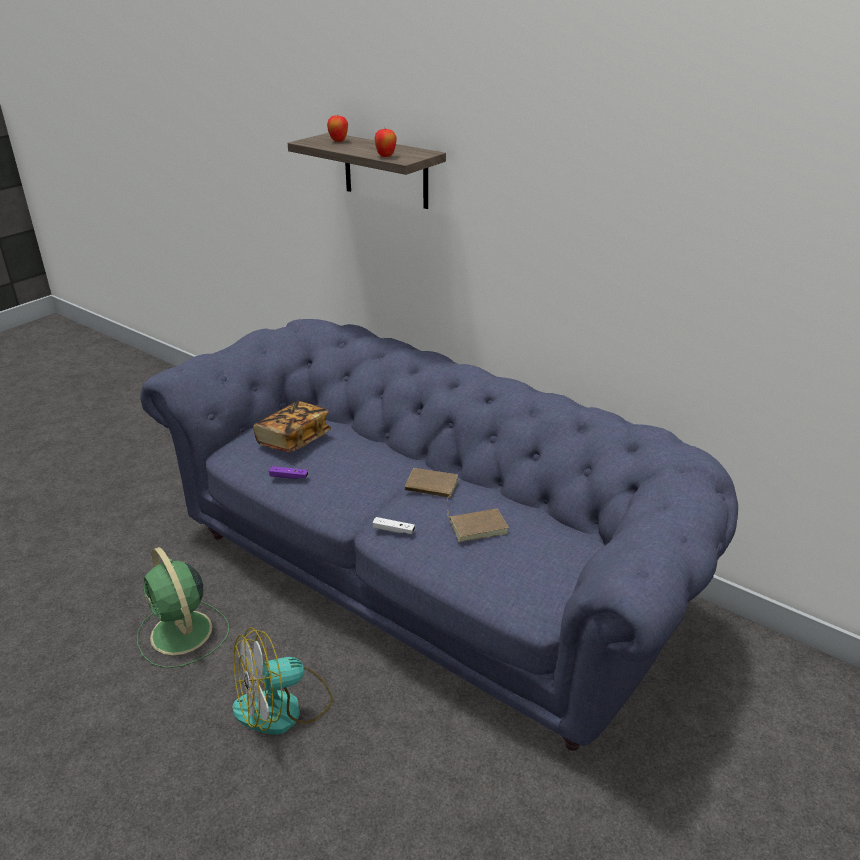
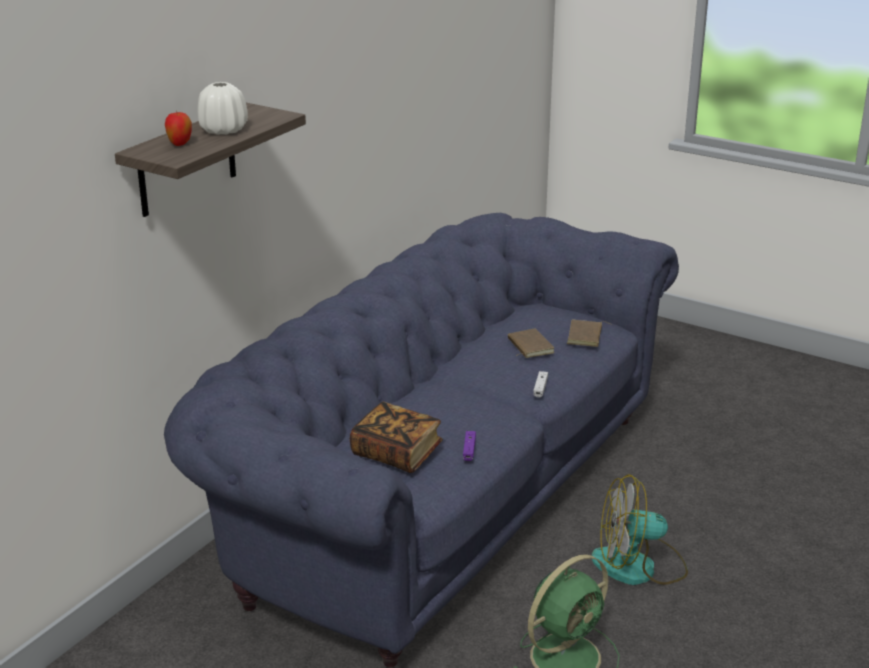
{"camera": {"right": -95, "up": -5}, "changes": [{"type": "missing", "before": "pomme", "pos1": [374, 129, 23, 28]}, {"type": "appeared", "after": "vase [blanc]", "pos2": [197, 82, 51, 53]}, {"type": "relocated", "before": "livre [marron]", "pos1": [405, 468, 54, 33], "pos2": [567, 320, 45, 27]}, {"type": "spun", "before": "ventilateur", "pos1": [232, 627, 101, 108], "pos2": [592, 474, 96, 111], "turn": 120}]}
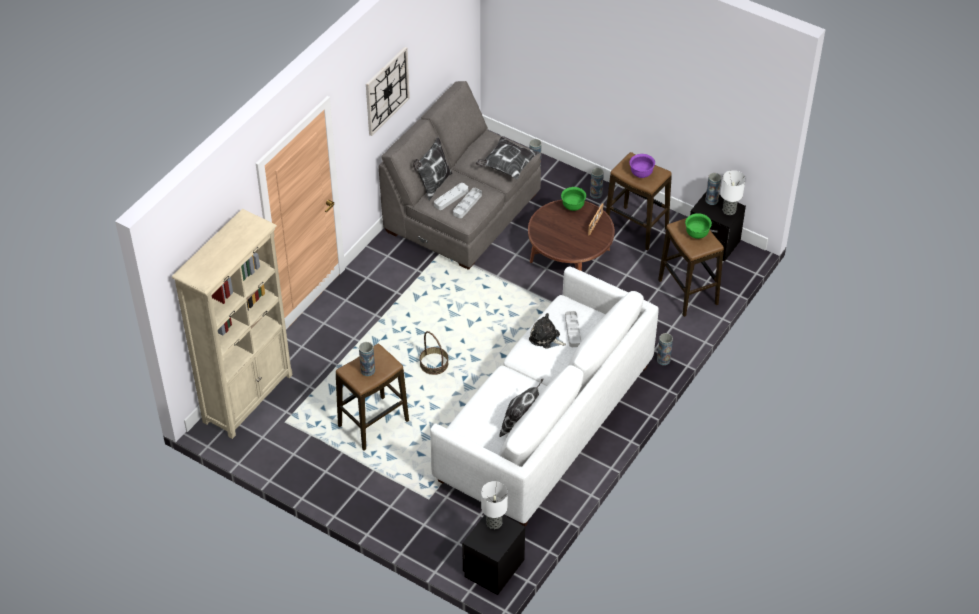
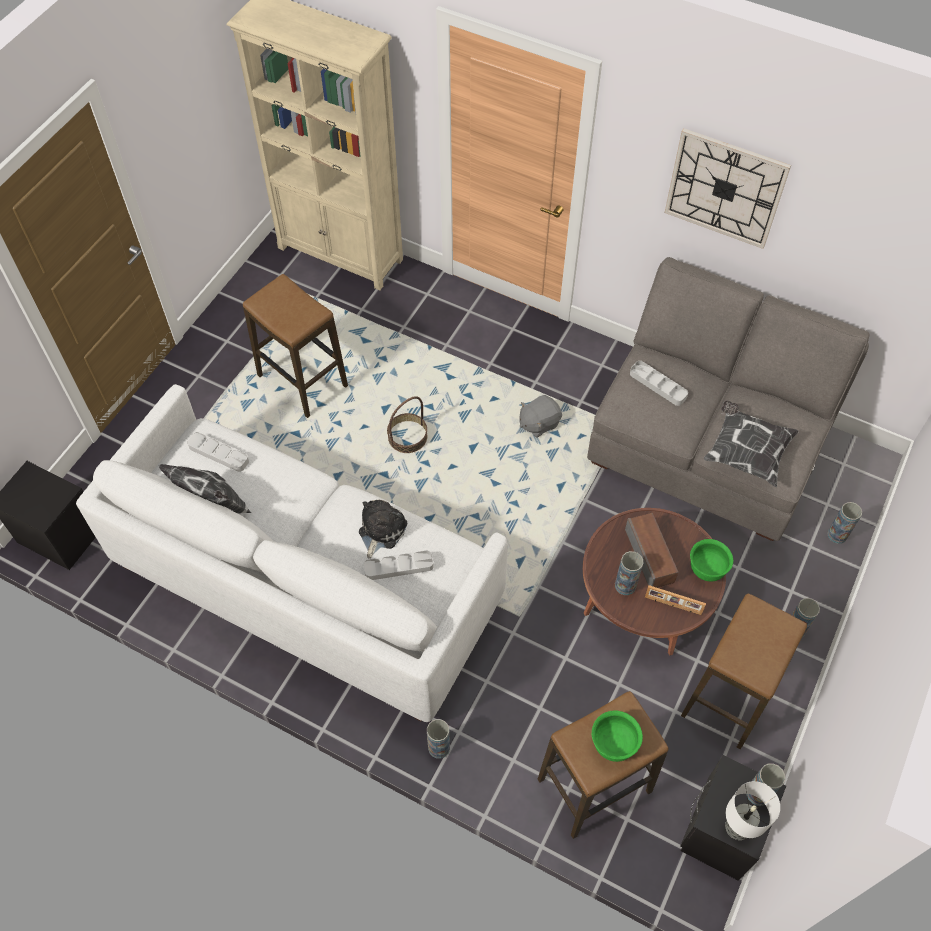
{"camera": {"right": 85, "up": 10}, "changes": [{"type": "missing", "before": "coussin", "pos1": [413, 137, 39, 64]}, {"type": "missing", "before": "lampe de table", "pos1": [481, 481, 27, 48]}, {"type": "missing", "before": "bol [violet]", "pos1": [630, 154, 25, 24]}, {"type": "appeared", "after": "peluche [gris]", "pos2": [519, 395, 43, 43]}, {"type": "appeared", "after": "enceinte", "pos2": [625, 513, 53, 75]}, {"type": "relocated", "before": "vase", "pos1": [359, 342, 16, 34], "pos2": [615, 551, 28, 44]}, {"type": "relocated", "before": "plateau [gris]", "pos1": [453, 188, 29, 30], "pos2": [187, 432, 62, 40]}]}
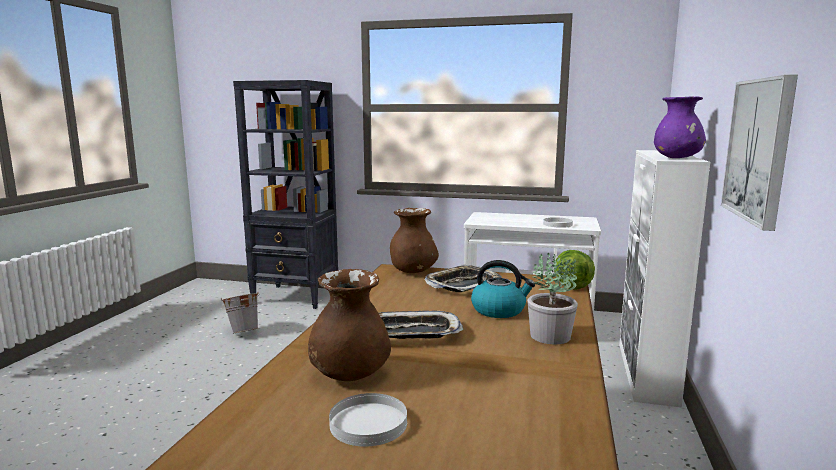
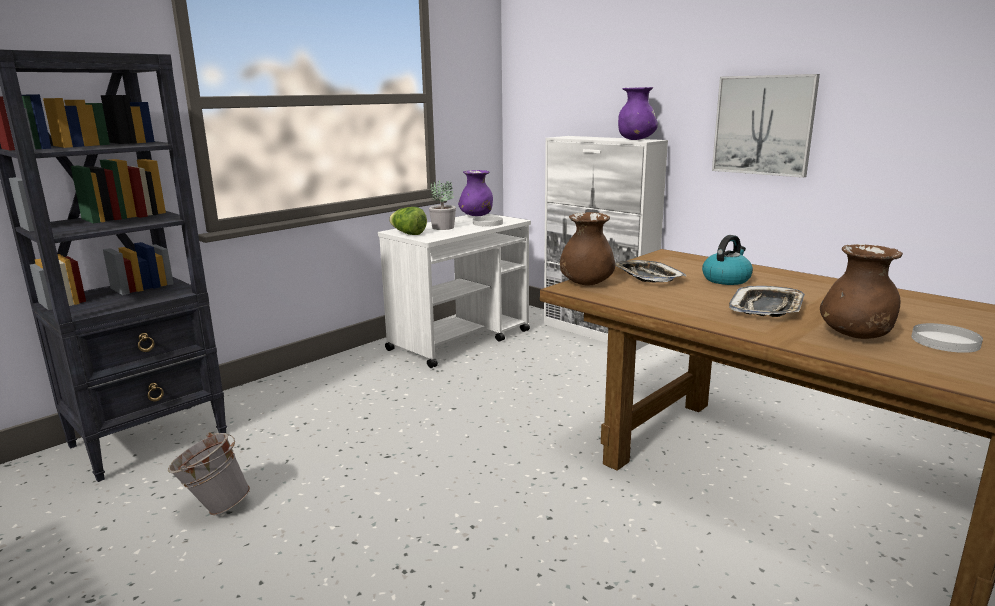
{"camera": {"right": -60, "up": 5}, "changes": [{"type": "appeared", "after": "vase [violet]", "pos2": [458, 170, 35, 46]}, {"type": "relocated", "before": "plante en pot", "pos1": [527, 253, 51, 91], "pos2": [429, 180, 27, 50]}, {"type": "relocated", "before": "laitue", "pos1": [554, 250, 41, 40], "pos2": [389, 207, 38, 28]}]}
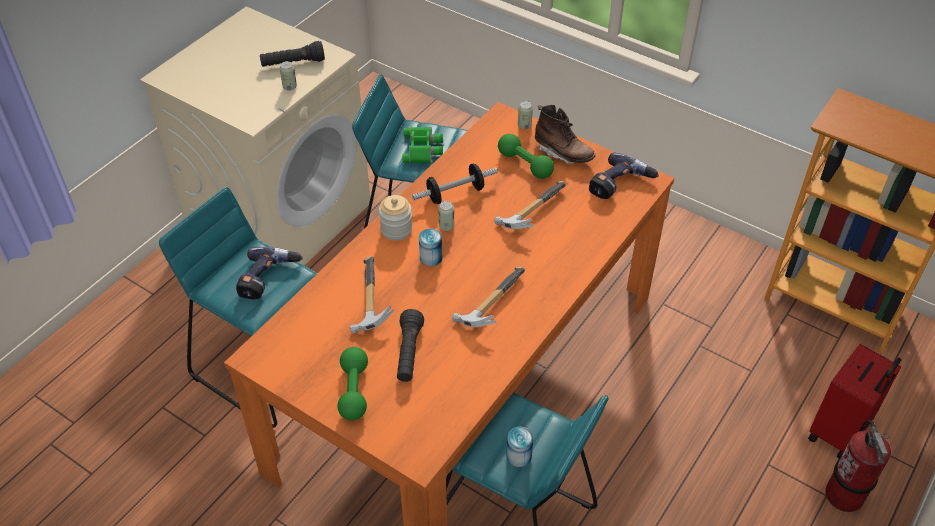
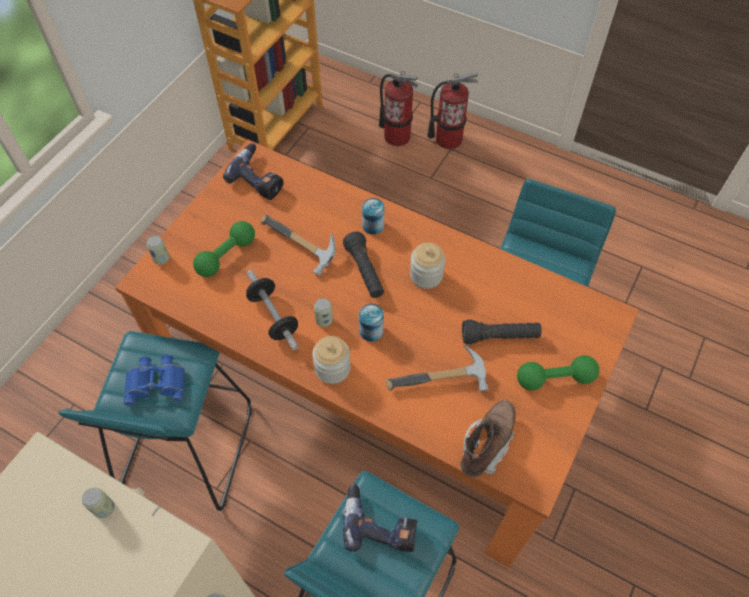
{"camera": {"right": -95, "up": 10}, "changes": [{"type": "relocated", "before": "lampe de poche [noir]", "pos1": [260, 41, 65, 26], "pos2": [343, 231, 41, 67]}, {"type": "relocated", "before": "boîte métallique", "pos1": [506, 427, 27, 40], "pos2": [362, 198, 22, 36]}, {"type": "relocated", "before": "botte [marron]", "pos1": [535, 105, 61, 59], "pos2": [460, 400, 56, 77]}, {"type": "exchanged", "before": "marteau", "after": "bocal", "pos1": [452, 266, 73, 61], "pos2": [410, 242, 35, 47]}, {"type": "exchanged", "before": "valise [rouge]", "after": "extincteur", "pos1": [808, 344, 93, 115], "pos2": [379, 71, 39, 75]}, {"type": "colour", "before": "jumelles [vert]", "after": "jumelles [bleu]", "pos1": [402, 127, 41, 36], "pos2": [124, 355, 61, 51]}]}
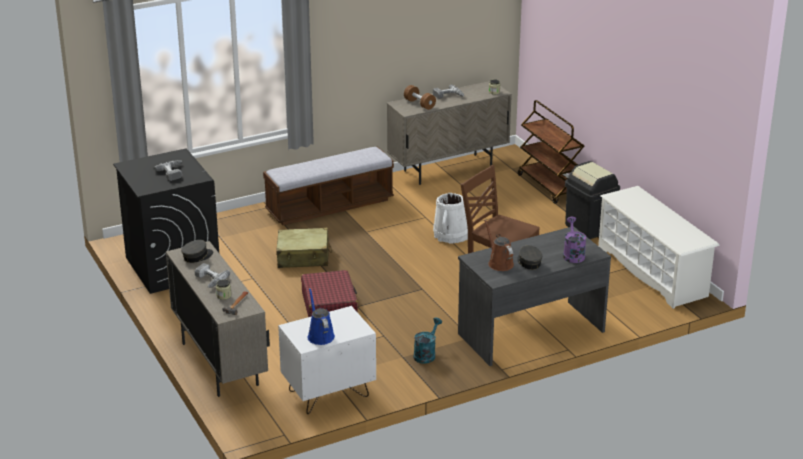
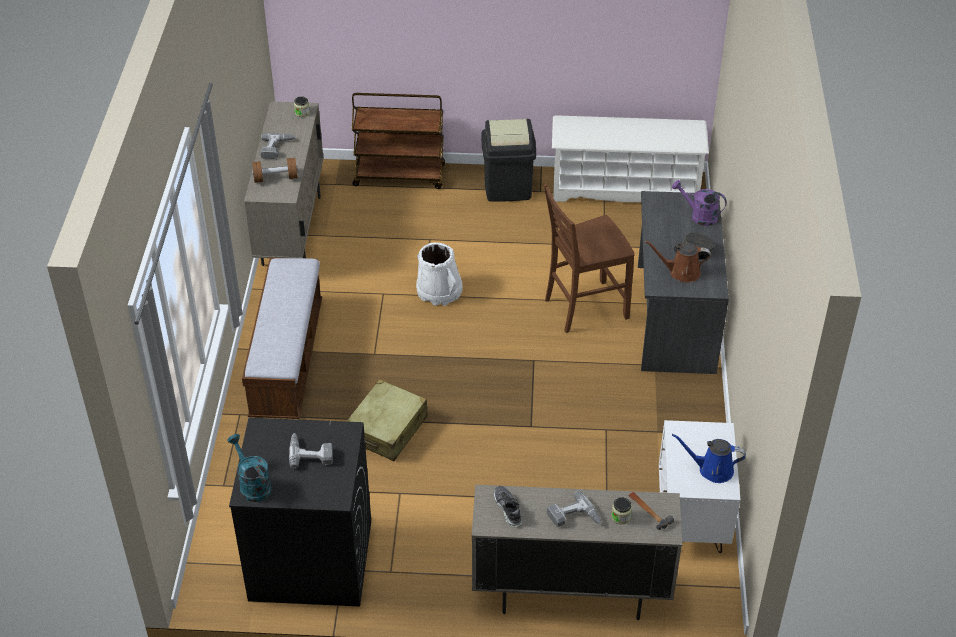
{"camera": {"right": -60, "up": 15}, "changes": [{"type": "missing", "before": "valise [rouge]", "pos1": [301, 270, 57, 47]}, {"type": "relocated", "before": "arrosoir [turquoise]", "pos1": [413, 318, 29, 46], "pos2": [227, 434, 44, 68]}, {"type": "exchanged", "before": "casquette [gris]", "after": "chaussure", "pos1": [181, 240, 32, 23], "pos2": [494, 486, 28, 41]}]}
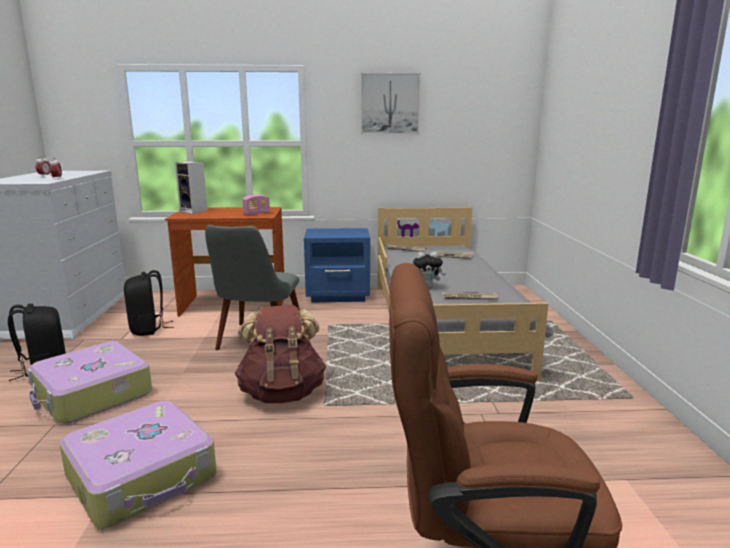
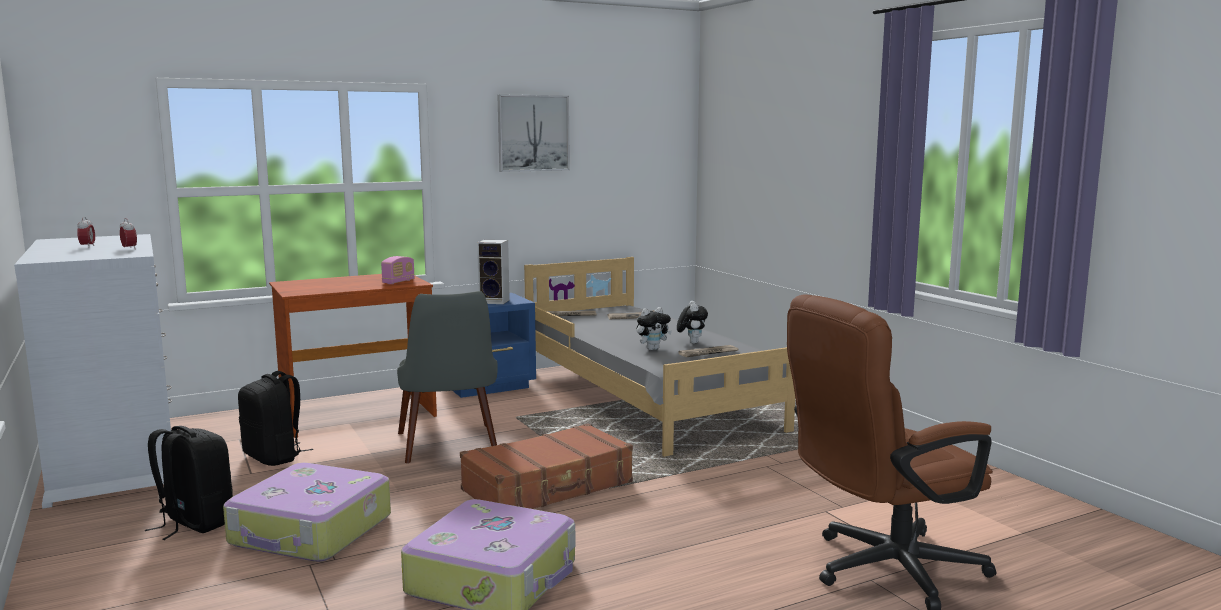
{"camera": {"right": -25, "up": -5}, "changes": [{"type": "appeared", "after": "peluche", "pos2": [677, 301, 31, 42]}, {"type": "relocated", "before": "enceinte", "pos1": [175, 161, 32, 53], "pos2": [477, 240, 33, 64]}, {"type": "exchanged", "before": "sac à dos [marron]", "after": "valise [marron]", "pos1": [235, 305, 91, 98], "pos2": [460, 423, 173, 86]}]}
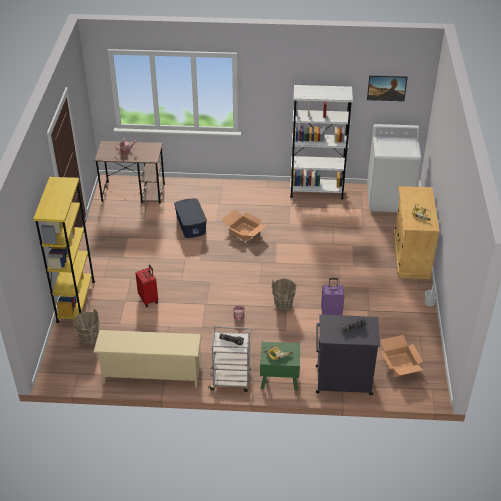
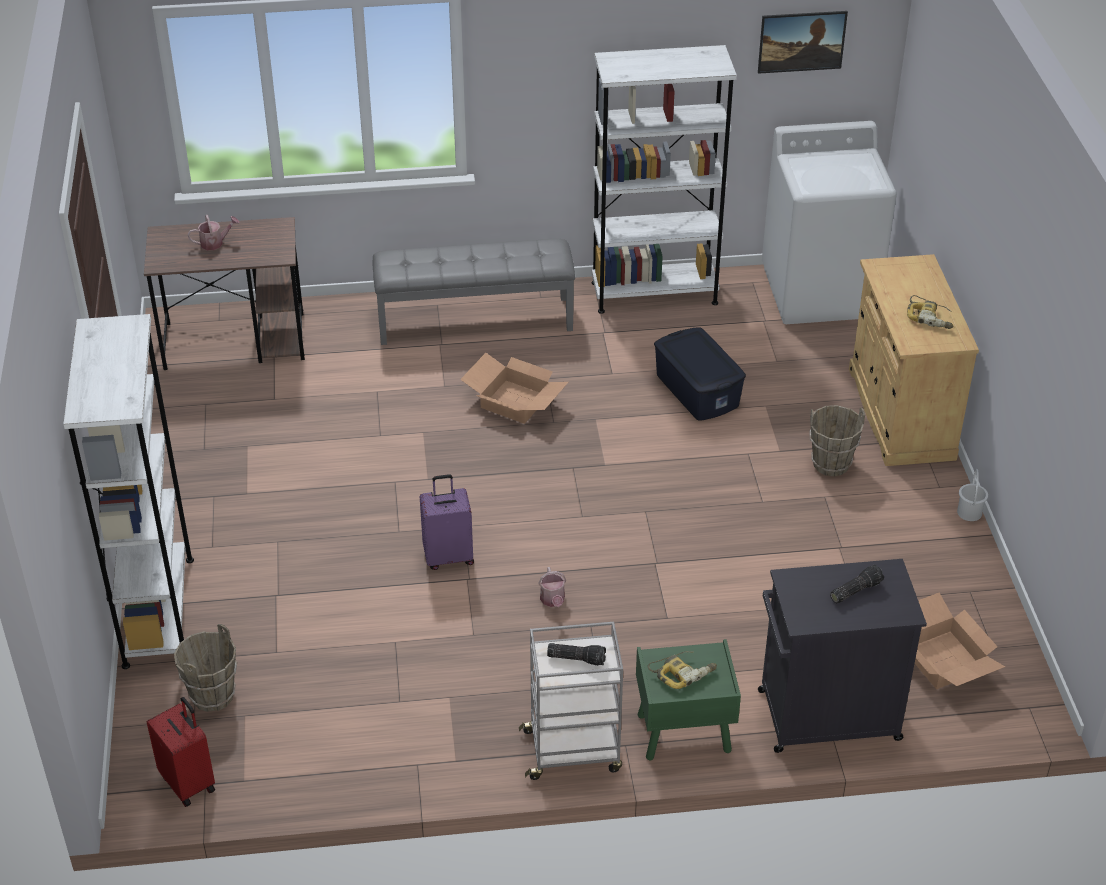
{"camera": {"right": -10, "up": 0}, "changes": [{"type": "missing", "before": "étagère à chaussures [beige]", "pos1": [93, 330, 109, 58]}, {"type": "appeared", "after": "banc [gris]", "pos2": [373, 239, 202, 106]}, {"type": "relocated", "before": "valise [rouge]", "pos1": [135, 264, 23, 43], "pos2": [146, 697, 69, 110]}, {"type": "relocated", "before": "boîte de rangement [bleu]", "pos1": [174, 198, 33, 40], "pos2": [654, 327, 92, 94]}, {"type": "relocated", "before": "seau [marron]", "pos1": [272, 278, 24, 33], "pos2": [809, 405, 56, 71]}, {"type": "relocated", "before": "valise [violet]", "pos1": [321, 278, 23, 37], "pos2": [420, 474, 54, 96]}, {"type": "colour", "before": "bibliothèque [jaune]", "after": "bibliothèque [blanc]", "pos1": [33, 177, 62, 146], "pos2": [63, 314, 131, 355]}]}
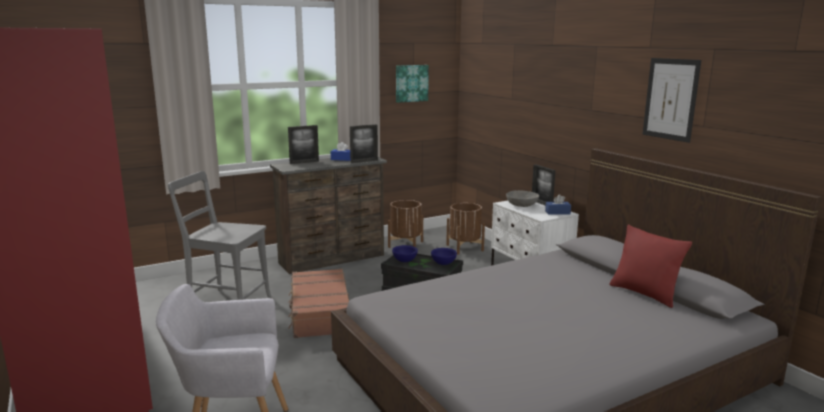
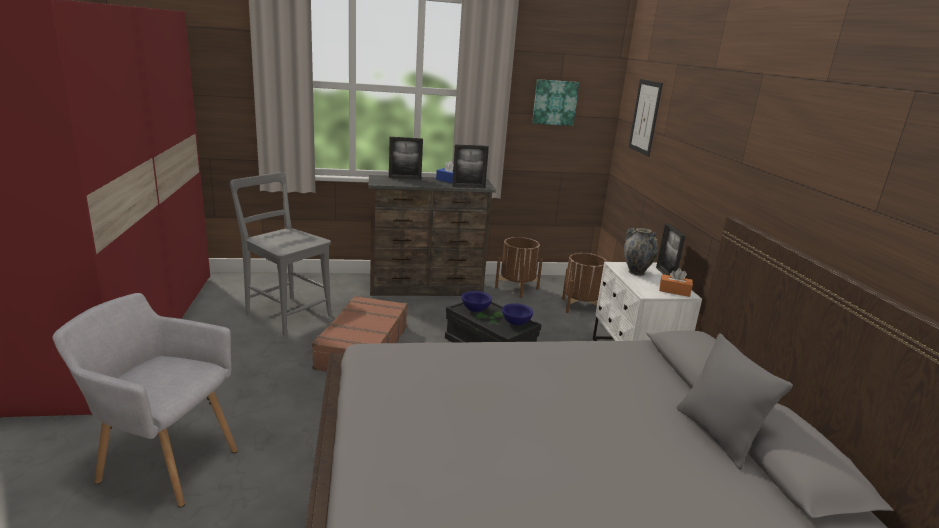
{"camera": {"right": 20, "up": 5}, "changes": [{"type": "relocated", "before": "tableau", "pos1": [642, 58, 59, 85], "pos2": [628, 79, 35, 78]}, {"type": "exchanged", "before": "bol [gris]", "after": "vase", "pos1": [506, 190, 33, 17], "pos2": [624, 227, 34, 49]}, {"type": "colour", "before": "boîte à mouchoirs [bleu]", "after": "boîte à mouchoirs [orange]", "pos1": [545, 194, 26, 21], "pos2": [659, 268, 34, 29]}, {"type": "colour", "before": "coussin [rouge]", "after": "coussin [gris]", "pos1": [609, 225, 83, 83], "pos2": [677, 333, 116, 137]}]}
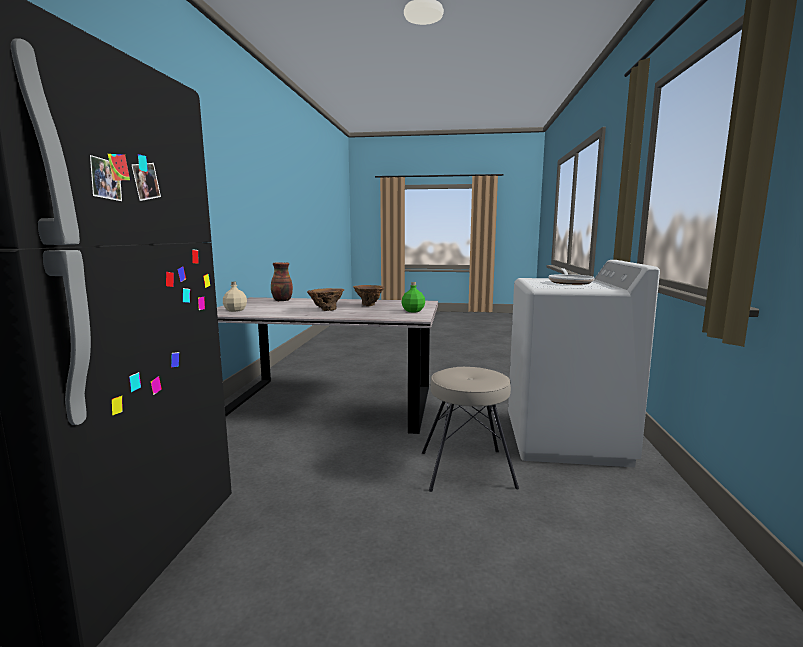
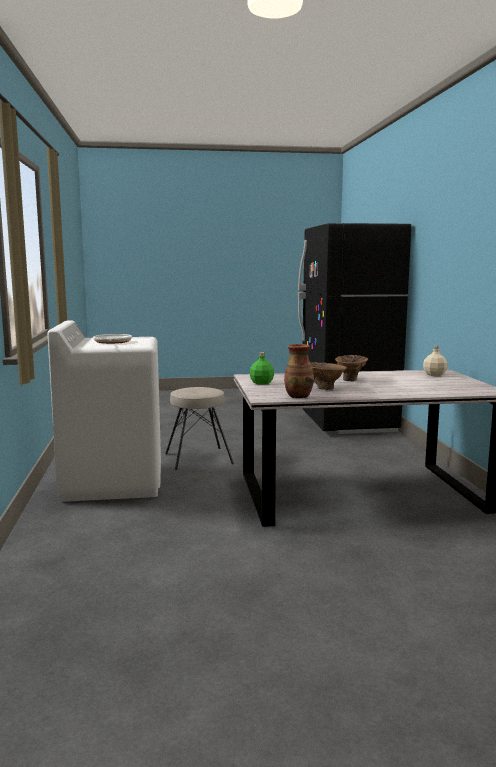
{"camera": {"right": 165, "up": 0}, "changes": [{"type": "relocated", "before": "vase", "pos1": [271, 262, 22, 40], "pos2": [284, 344, 30, 54]}]}
